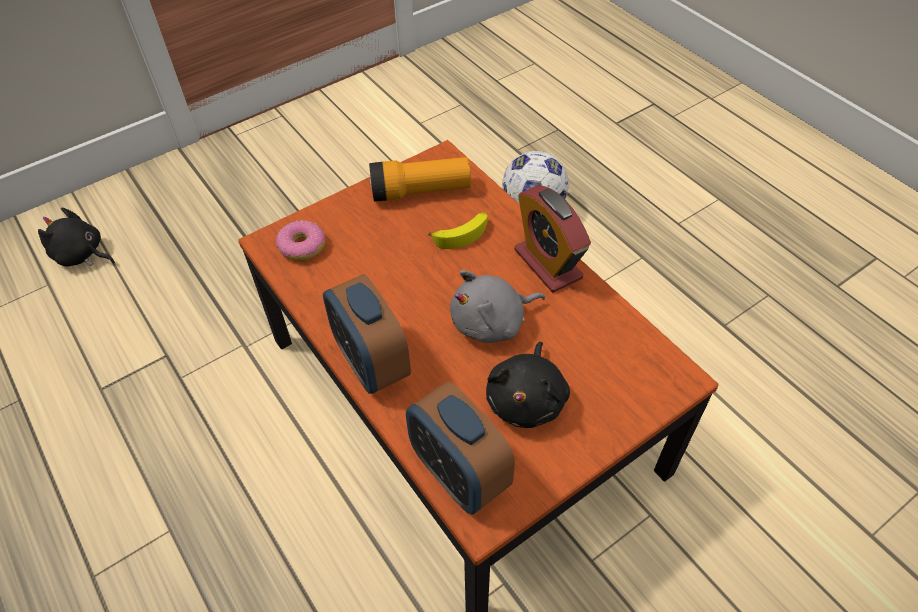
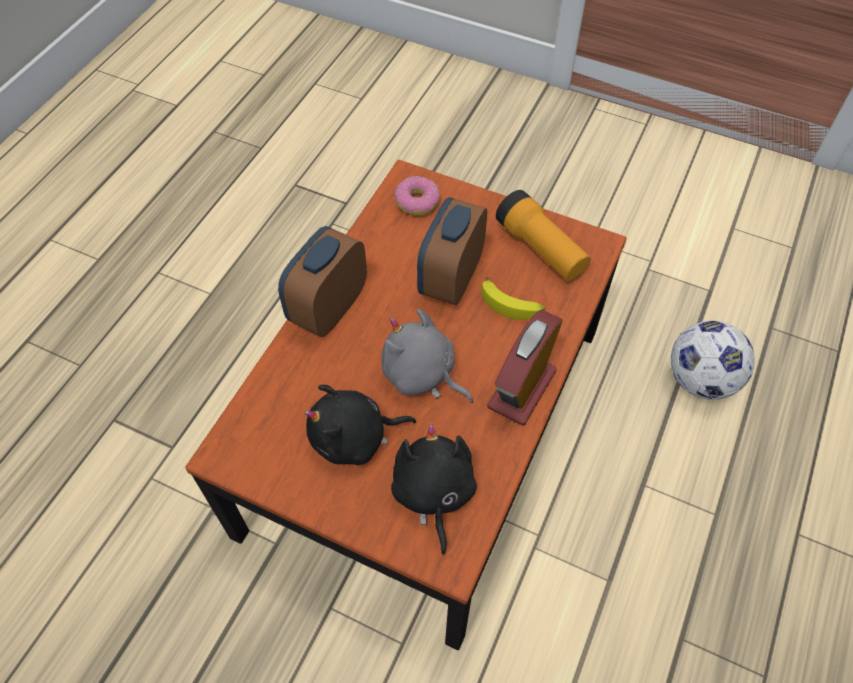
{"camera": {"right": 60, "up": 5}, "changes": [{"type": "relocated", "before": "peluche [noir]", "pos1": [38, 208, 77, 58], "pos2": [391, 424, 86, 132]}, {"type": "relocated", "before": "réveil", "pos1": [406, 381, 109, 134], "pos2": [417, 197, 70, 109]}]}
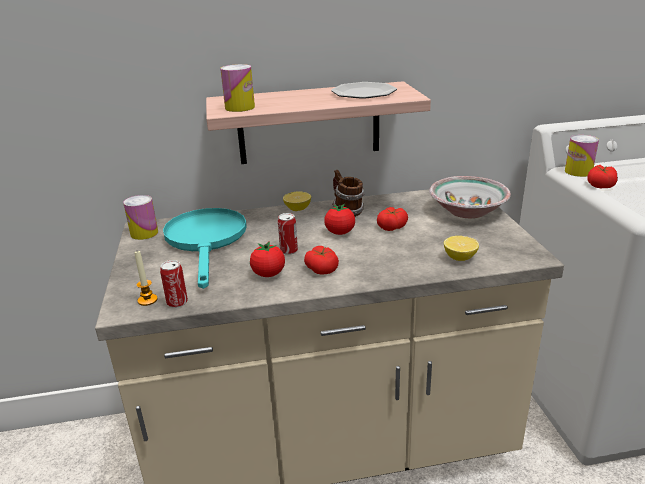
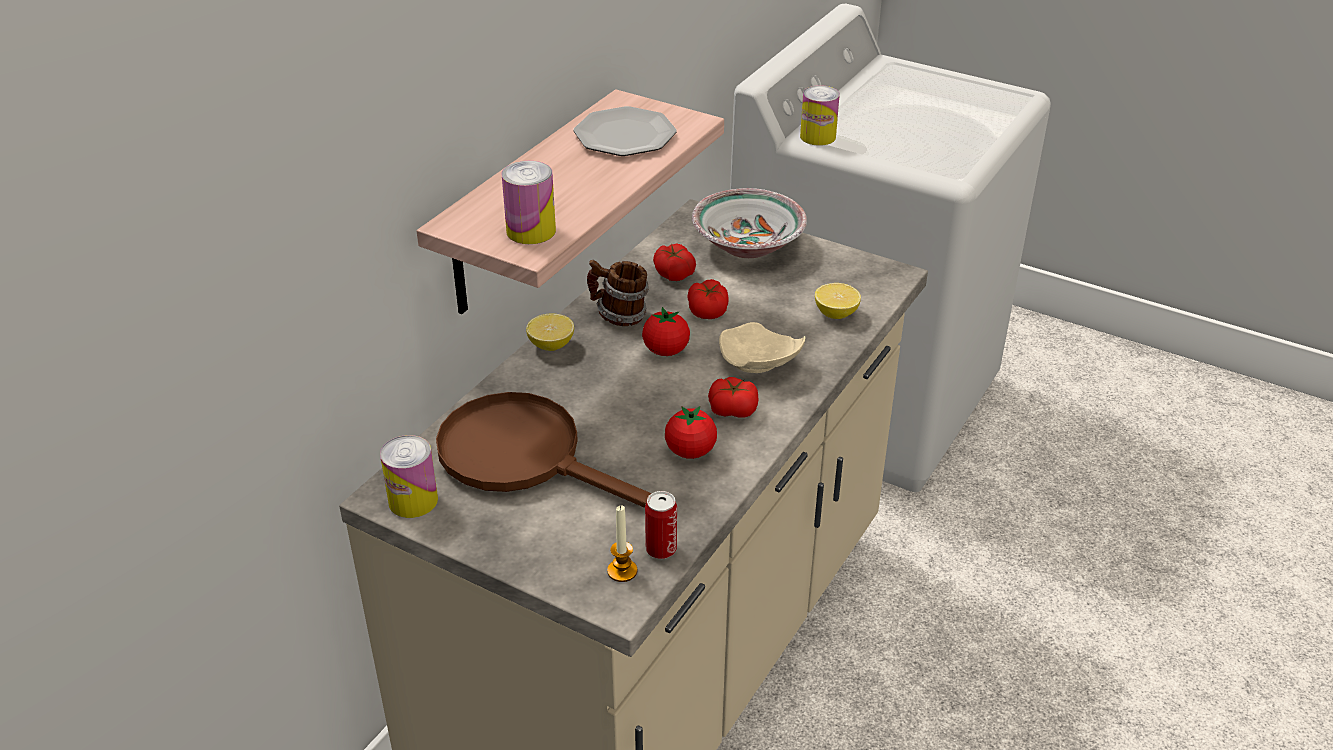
{"camera": {"right": -50, "up": 10}, "changes": [{"type": "missing", "before": "boîte métallique", "pos1": [278, 213, 20, 42]}, {"type": "appeared", "after": "assiette [beige]", "pos2": [719, 322, 87, 51]}, {"type": "relocated", "before": "tomate", "pos1": [588, 165, 30, 23], "pos2": [653, 244, 43, 37]}, {"type": "colour", "before": "poêle [turquoise]", "after": "poêle [marron]", "pos1": [163, 208, 84, 81], "pos2": [436, 392, 216, 116]}]}
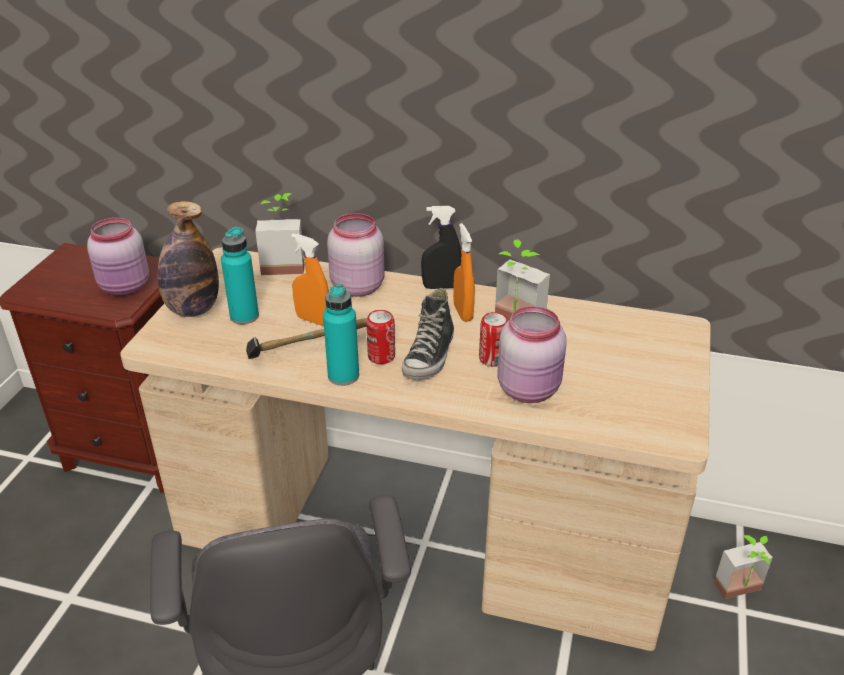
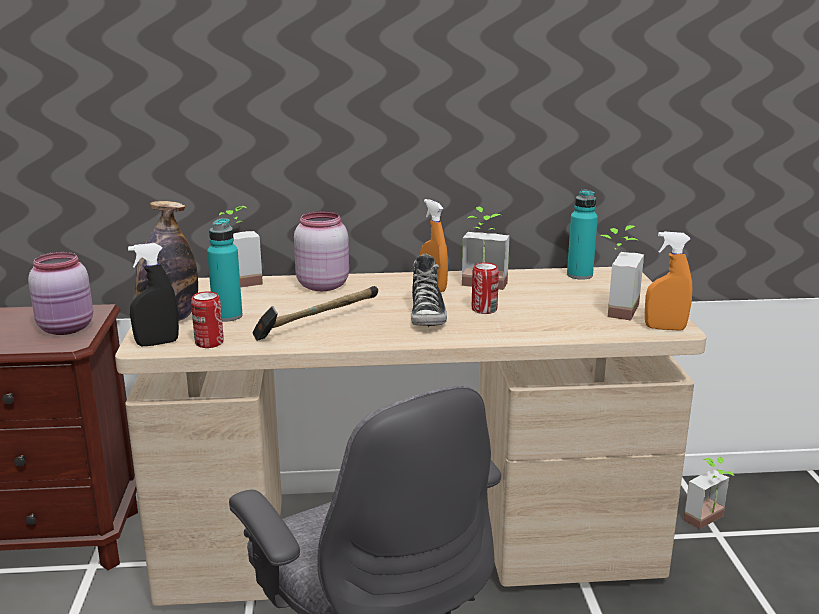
{"camera": {"right": -20, "up": -15}, "changes": [{"type": "missing", "before": "bocal [rose]", "pos1": [497, 306, 69, 97]}, {"type": "appeared", "after": "plante en pot", "pos2": [600, 225, 44, 95]}, {"type": "relocated", "before": "vaporisateur [orange]", "pos1": [291, 233, 38, 93], "pos2": [645, 231, 47, 100]}, {"type": "relocated", "before": "bouteille [turquoise]", "pos1": [323, 284, 36, 102], "pos2": [567, 189, 31, 91]}, {"type": "relocated", "before": "boîte métallique", "pos1": [366, 310, 29, 54], "pos2": [191, 291, 33, 57]}, {"type": "relocated", "before": "vaporisateur [noir]", "pos1": [421, 206, 41, 83], "pos2": [128, 243, 51, 103]}]}
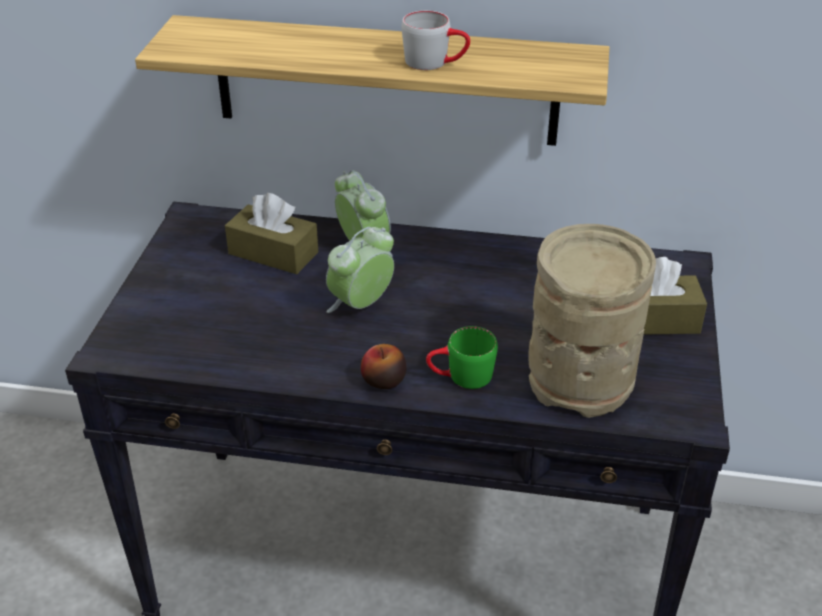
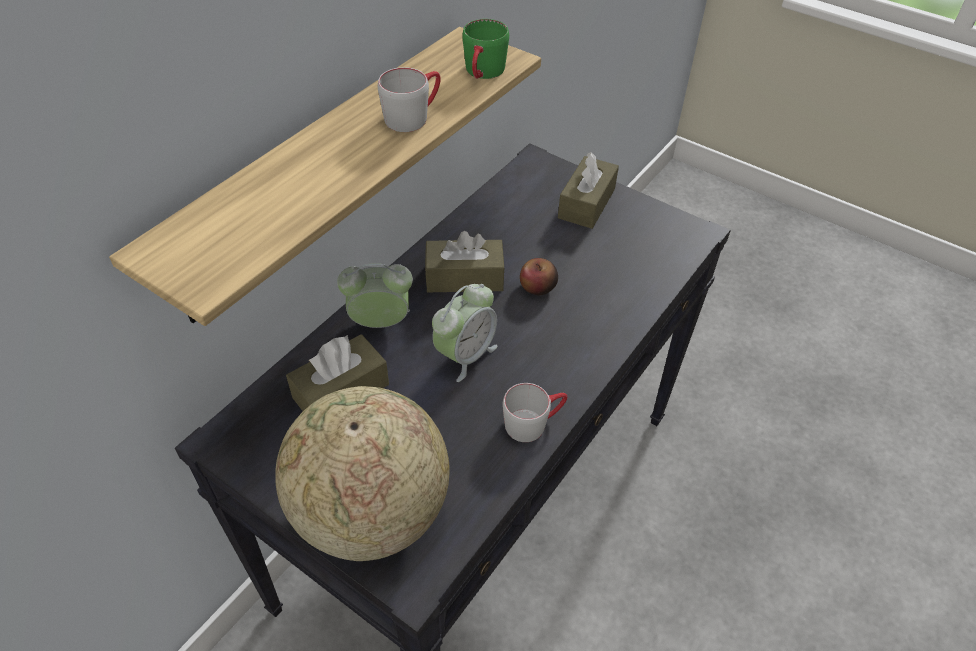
{"camera": {"right": -65, "up": 10}, "changes": [{"type": "missing", "before": "vase [beige]", "pos1": [528, 224, 128, 194]}, {"type": "appeared", "after": "globe", "pos2": [275, 386, 175, 175]}, {"type": "appeared", "after": "boîte à mouchoirs [marron]", "pos2": [425, 231, 80, 61]}, {"type": "appeared", "after": "mug [gris]", "pos2": [502, 383, 65, 59]}, {"type": "relocated", "before": "pomme", "pos1": [361, 344, 45, 45], "pos2": [520, 258, 38, 37]}, {"type": "relocated", "before": "mug [vert]", "pos1": [426, 326, 72, 63], "pos2": [462, 19, 47, 60]}, {"type": "spun", "before": "réveil", "pos1": [326, 226, 68, 87], "pos2": [432, 284, 66, 98], "turn": -120}]}
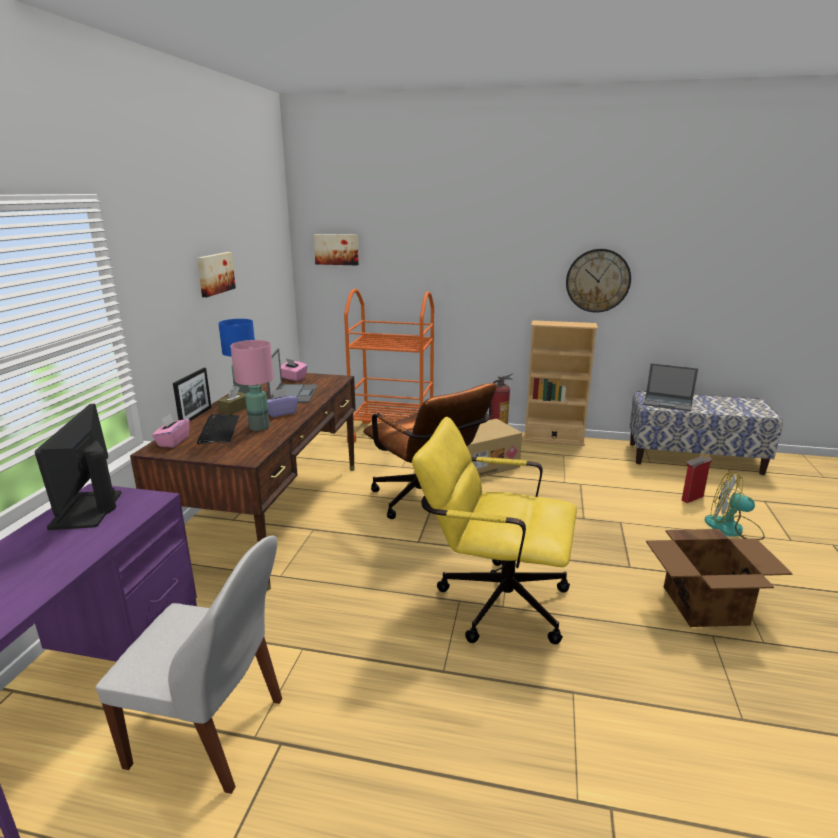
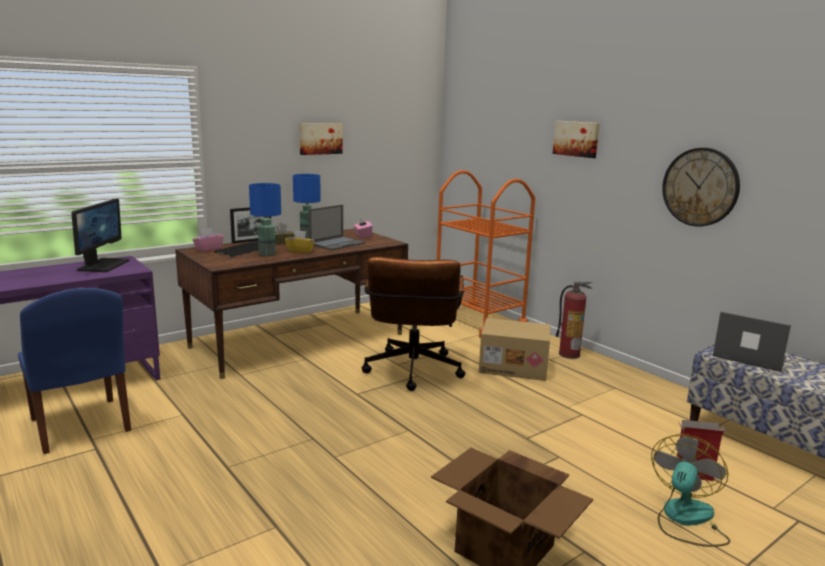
{"camera": {"right": 40, "up": -5}, "changes": [{"type": "missing", "before": "chaise de bureau [jaune]", "pos1": [412, 417, 165, 227]}, {"type": "missing", "before": "bibliothèque [beige]", "pos1": [523, 320, 75, 126]}, {"type": "relocated", "before": "tableau", "pos1": [314, 234, 45, 31], "pos2": [553, 121, 47, 37]}, {"type": "colour", "before": "chaise [blanc]", "after": "chaise [bleu]", "pos1": [95, 536, 187, 258], "pos2": [18, 288, 113, 166]}, {"type": "colour", "before": "lampe de table [rose]", "after": "lampe de table [bleu]", "pos1": [230, 340, 44, 91], "pos2": [249, 183, 32, 73]}, {"type": "colour", "before": "boîte à mouchoirs [violet]", "after": "boîte à mouchoirs [jaune]", "pos1": [267, 388, 31, 29], "pos2": [285, 230, 30, 23]}, {"type": "spun", "before": "écran d'ordinateur", "pos1": [35, 404, 86, 126], "pos2": [71, 198, 59, 74], "turn": 150}, {"type": "spun", "before": "ordinateur portable", "pos1": [643, 363, 55, 48], "pos2": [713, 312, 78, 60], "turn": 150}, {"type": "spun", "before": "ventilateur", "pos1": [705, 472, 60, 68], "pos2": [651, 434, 80, 113], "turn": 60}]}
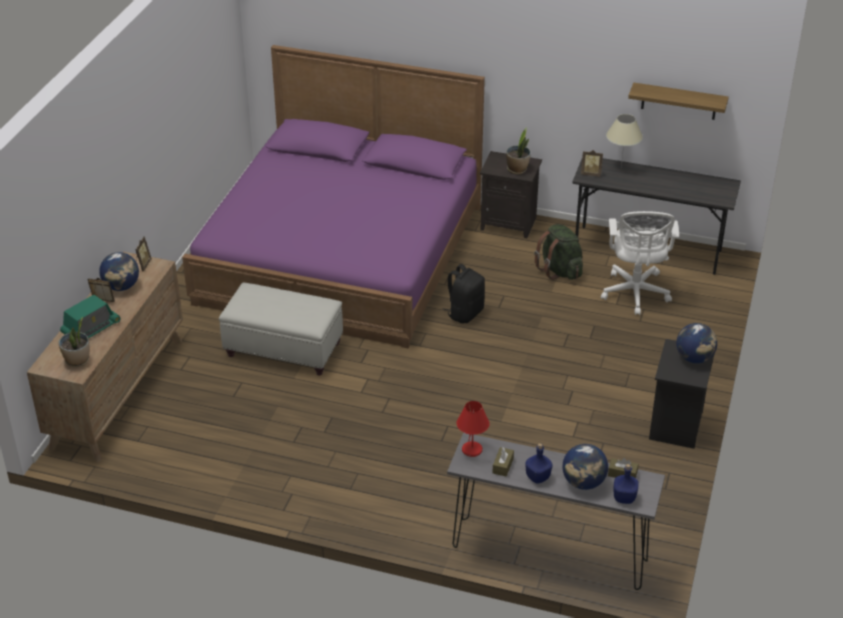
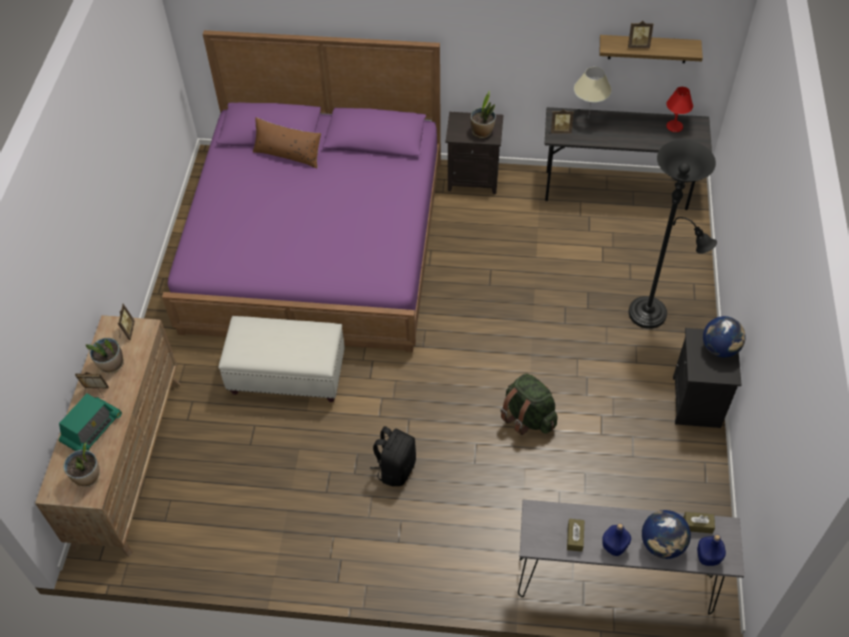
{"camera": {"right": -10, "up": 15}, "changes": [{"type": "missing", "before": "chaise de bureau [blanc]", "pos1": [601, 211, 78, 104]}, {"type": "appeared", "after": "coussin [marron]", "pos2": [253, 117, 68, 51]}, {"type": "appeared", "after": "cadre photo", "pos2": [628, 21, 26, 27]}, {"type": "appeared", "after": "lampadaire [noir]", "pos2": [629, 140, 88, 189]}, {"type": "relocated", "before": "sac à dos [noir]", "pos1": [443, 264, 42, 59], "pos2": [370, 426, 46, 60]}, {"type": "relocated", "before": "lampe de table [rouge]", "pos1": [457, 401, 33, 56], "pos2": [666, 87, 27, 45]}, {"type": "relocated", "before": "sac à dos [vert]", "pos1": [534, 224, 49, 56], "pos2": [500, 373, 57, 62]}, {"type": "exchanged", "before": "globe", "after": "plante en pot", "pos1": [99, 252, 40, 39], "pos2": [86, 338, 38, 35]}]}
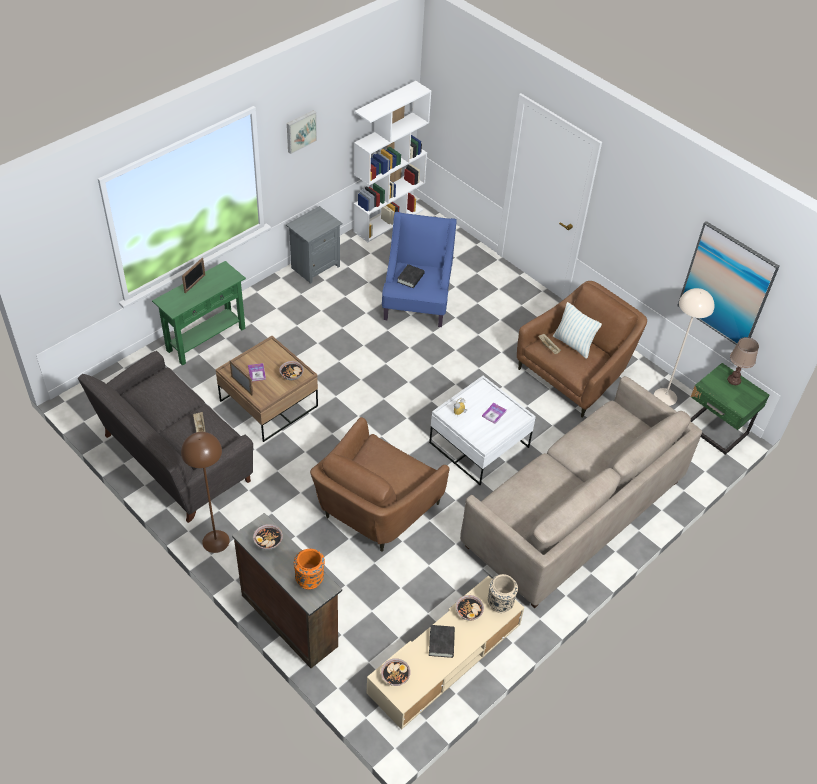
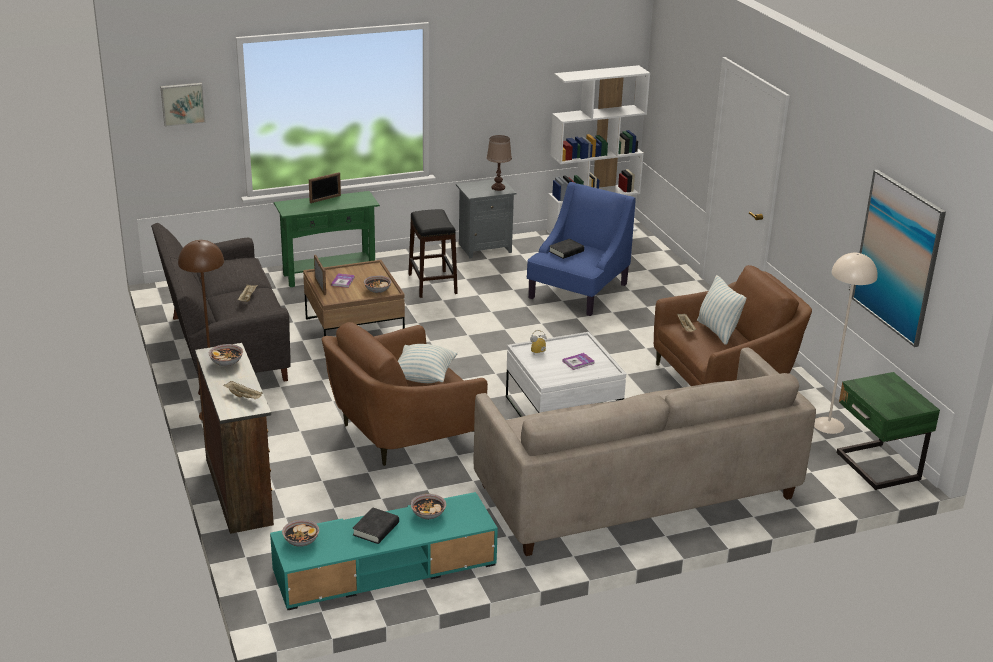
{"camera": {"right": 25, "up": -20}, "changes": [{"type": "missing", "before": "vase [beige]", "pos1": [488, 574, 30, 39]}, {"type": "appeared", "after": "coussin", "pos2": [398, 344, 60, 39]}, {"type": "appeared", "after": "tabouret [noir]", "pos2": [408, 209, 50, 89]}, {"type": "relocated", "before": "tableau", "pos1": [287, 110, 30, 44], "pos2": [160, 83, 46, 44]}, {"type": "relocated", "before": "lampe de table [marron]", "pos1": [727, 337, 32, 48], "pos2": [487, 135, 25, 56]}, {"type": "exchanged", "before": "vase [orange]", "after": "plateau [beige]", "pos1": [294, 549, 31, 40], "pos2": [224, 381, 39, 18]}, {"type": "colour", "before": "meuble télé [beige]", "after": "meuble télé [turquoise]", "pos1": [367, 576, 157, 154], "pos2": [270, 492, 228, 118]}]}
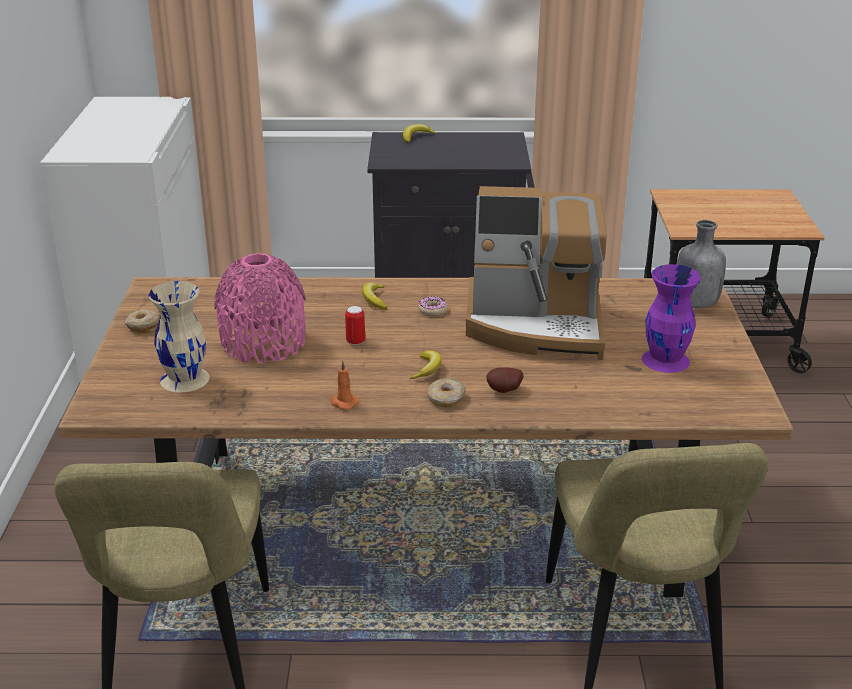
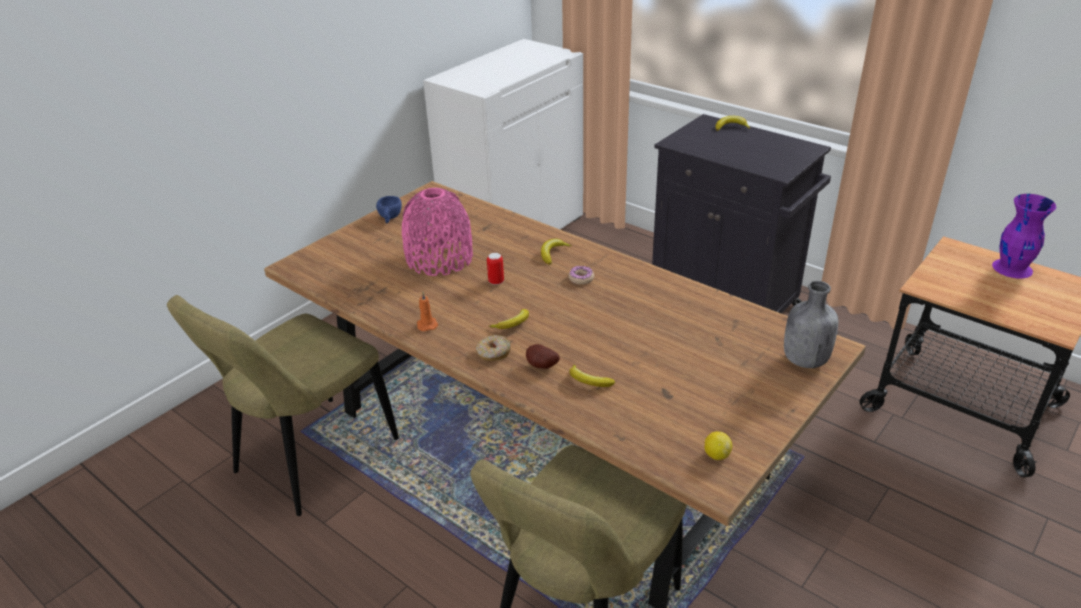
{"camera": {"right": 40, "up": 5}, "changes": [{"type": "missing", "before": "vase [beige]", "pos1": [149, 281, 61, 111]}, {"type": "missing", "before": "machine à café", "pos1": [466, 186, 141, 174]}, {"type": "appeared", "after": "banane", "pos2": [570, 365, 45, 22]}, {"type": "appeared", "after": "citron", "pos2": [705, 431, 27, 29]}, {"type": "relocated", "before": "vase [violet]", "pos1": [642, 264, 59, 109], "pos2": [992, 194, 64, 85]}, {"type": "exchanged", "before": "beignet", "after": "tasse [bleu]", "pos1": [125, 310, 35, 24], "pos2": [376, 196, 26, 27]}]}
